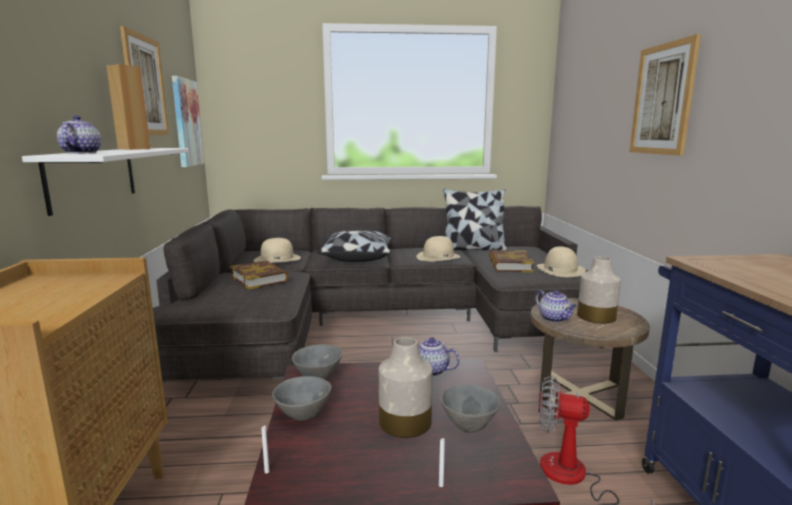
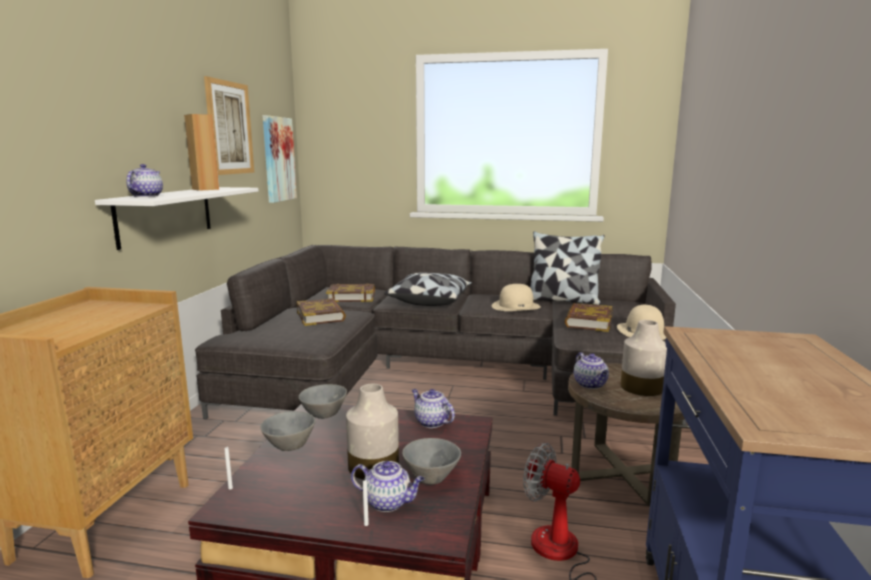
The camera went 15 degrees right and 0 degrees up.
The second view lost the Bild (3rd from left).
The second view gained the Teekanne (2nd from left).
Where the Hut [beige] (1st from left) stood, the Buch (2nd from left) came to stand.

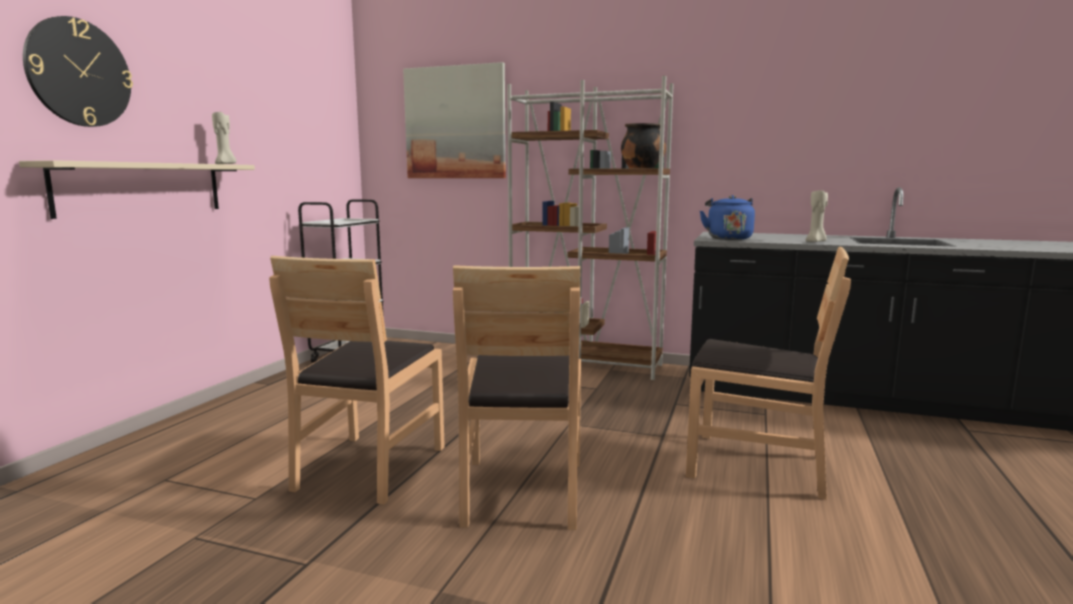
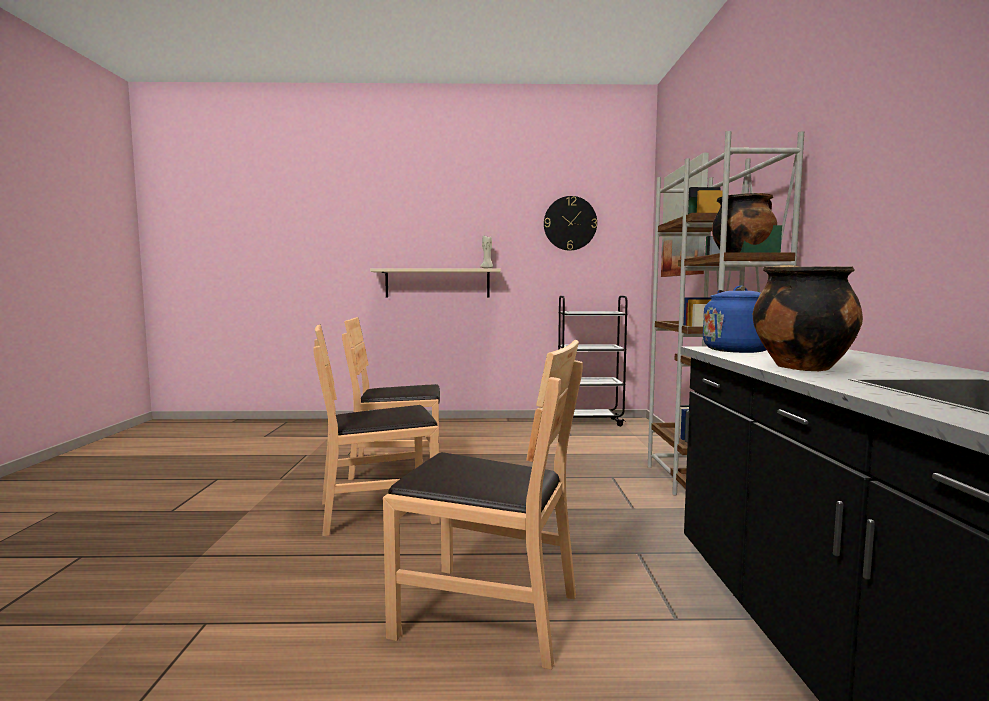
The camera went 70 degrees right and 5 degrees down.
The Wanduhr ended up elsewhere.
Where the Kerze [beige] (2nd from left) stood, the Kochtopf (2nd from left) came to stand.
The Stuhl [braun] (3rd from left) ended up facing another way, 75 degrees counterclockwise from before.

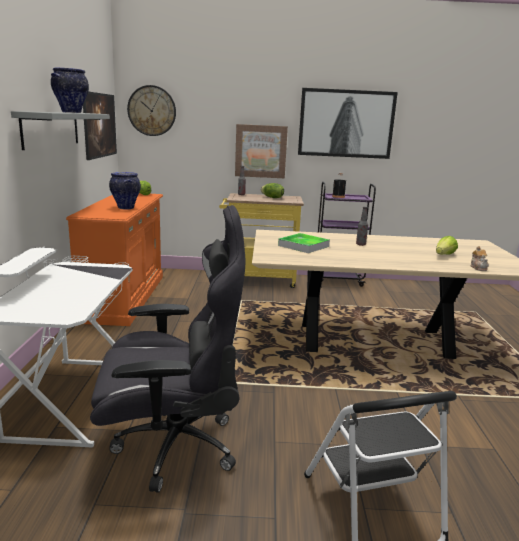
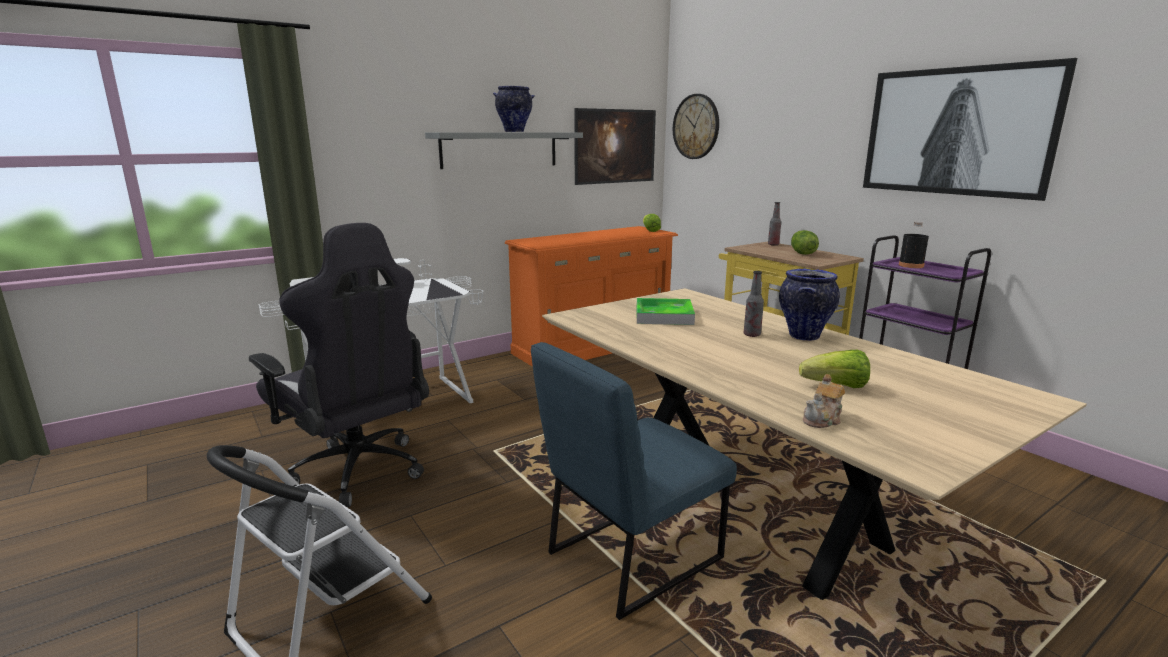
The camera went 55 degrees right and 0 degrees up.
The second view lost the Bild (2nd from left).
The second view gained the Stuhl [blau].
The Vase (2nd from left) ended up elsewhere.

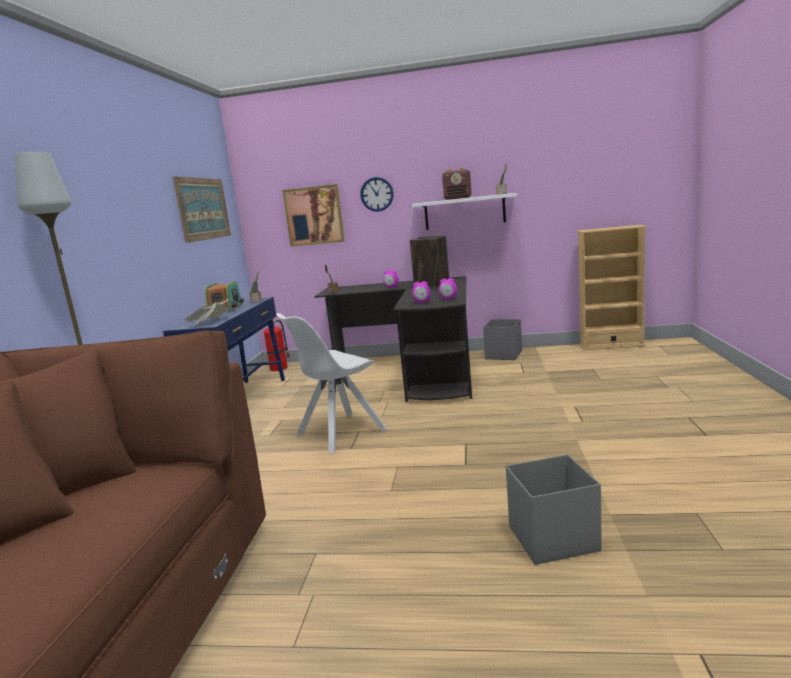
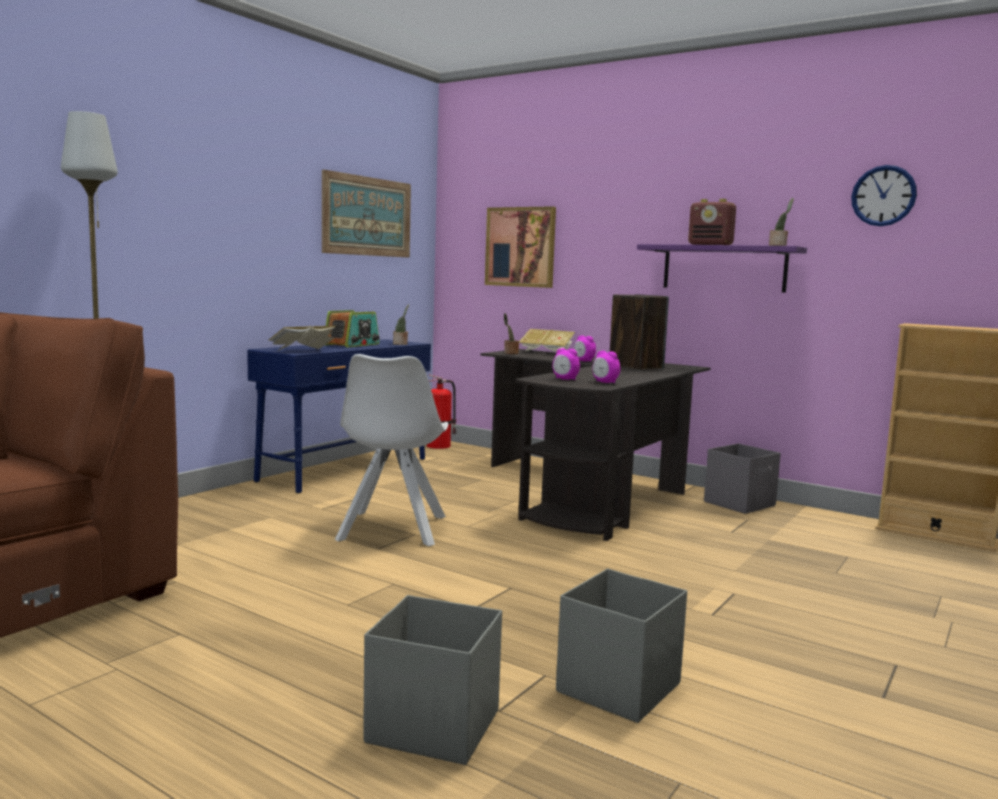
The camera went 25 degrees right and 5 degrees down.
The second view gained the Buch (2nd from left).
The second view gained the Aufbewahrungsbox [grau] (2nd from left).
The Wanduhr ended up elsewhere.
What was the Wandregal [weiß] turned into the Wandregal [lila].
The Stuhl [weiß] ended up facing another way, 75 degrees counterclockwise from before.

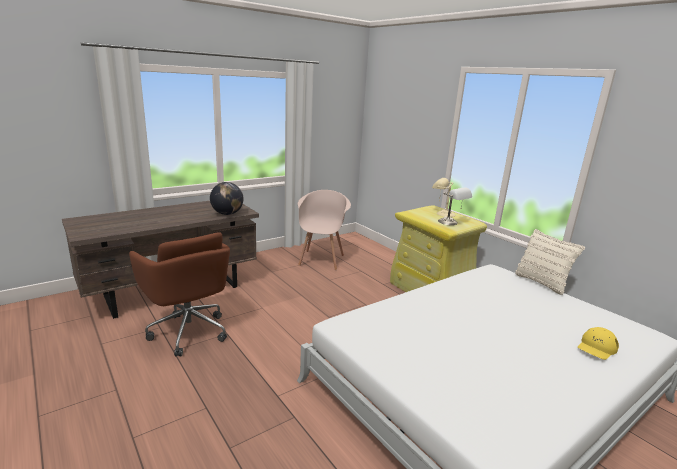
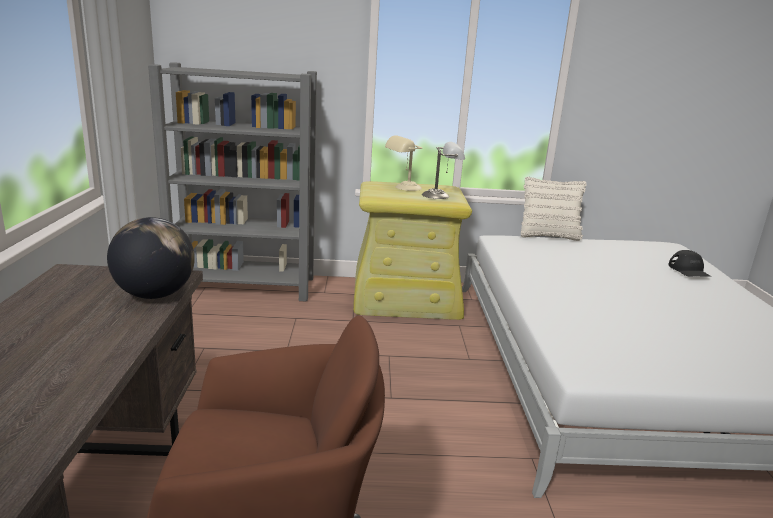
The camera went 55 degrees left and 0 degrees up.
The second view lost the Stuhl [beige].
The second view gained the Bücherregal [grau].
What was the Kappe [gelb] turned into the Kappe [schwarz].

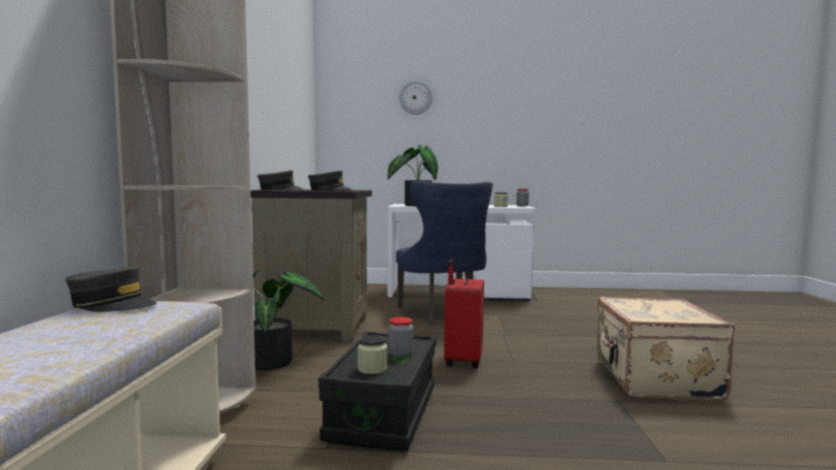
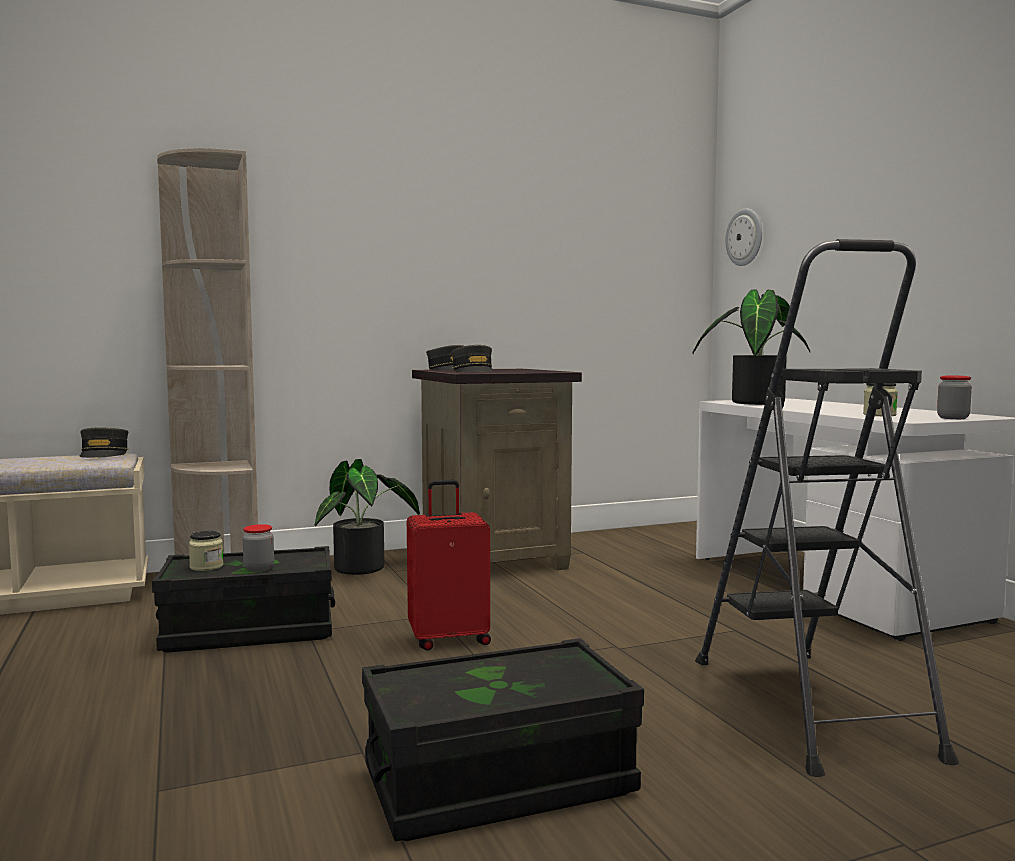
The camera went 65 degrees right and 0 degrees up.
The second view lost the Stuhl [blau].
The second view gained the Trittleiter.
The Wanduhr ended up elsewhere.
Where the Koffer [beige] stood, the Aufbewahrungsbox [schwarz] (2nd from left) came to stand.

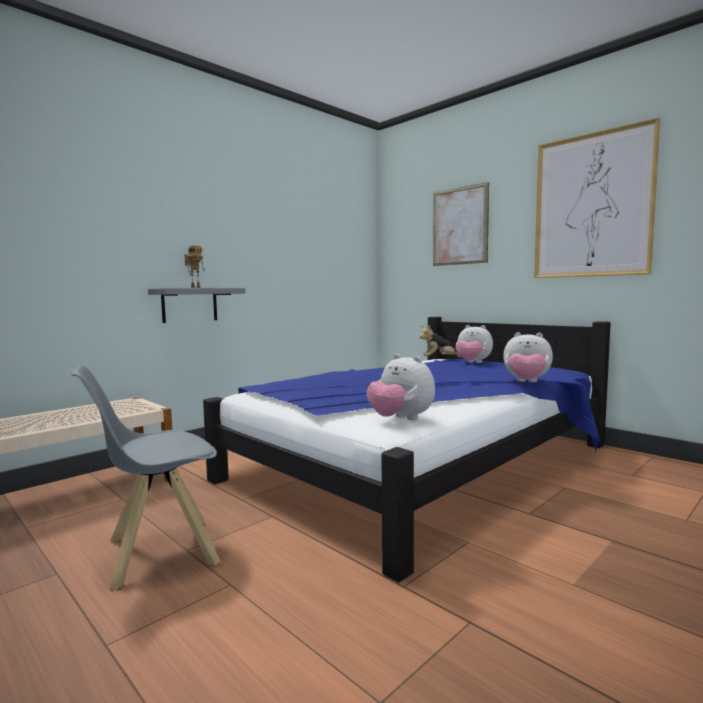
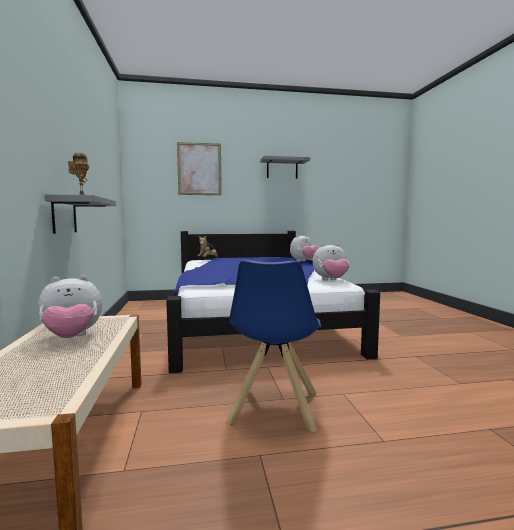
The camera went 55 degrees left and 0 degrees up.
The Plüschtier (3rd from left in the first image) ended up elsewhere.
Where the Bild (2nd from left) hung, the Wandregal [grau] (2nd from left) came to hang.
What was the Stuhl [grau] turned into the Stuhl [blau].

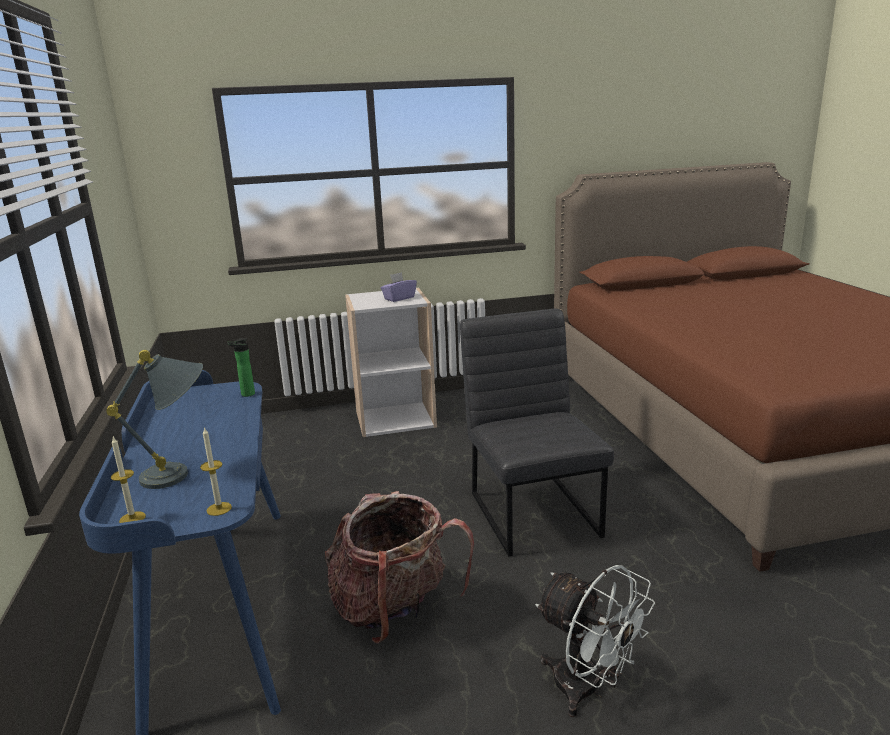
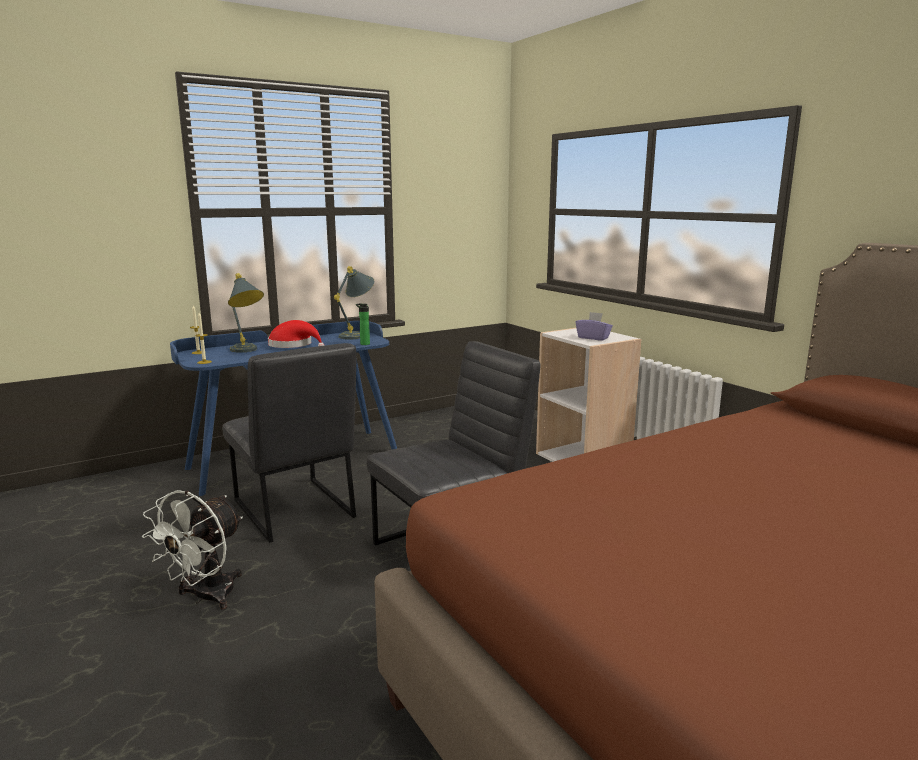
The camera went 70 degrees right and 5 degrees down.
The second view gained the Hut [rot].
The second view gained the Tischlampe [grau] (2nd from left).
Where the Rucksack stood, the Stuhl [grau] (1st from left) came to stand.

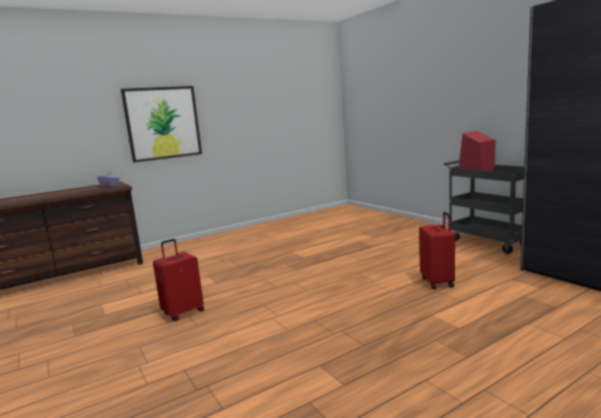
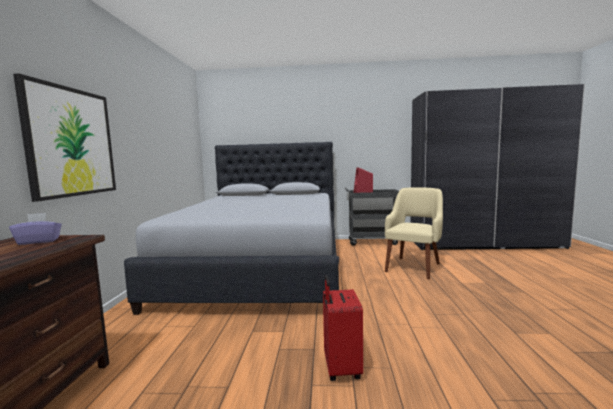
The camera went 55 degrees left and 5 degrees down.
The second view gained the Bett [grau].
Where the Koffer [rot] (2nd from left) stood, the Sessel [beige] came to stand.

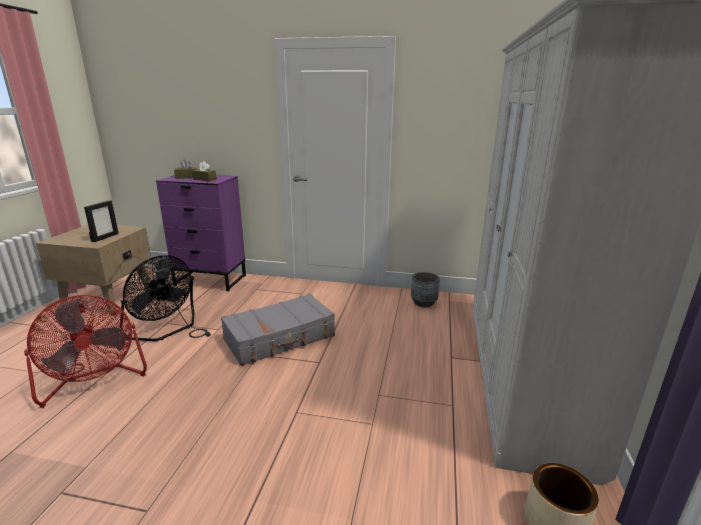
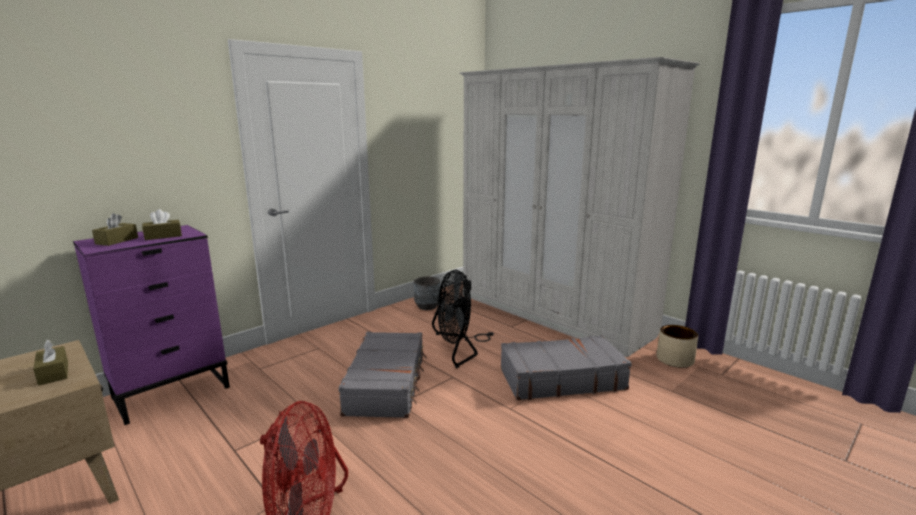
The camera went 55 degrees left and 5 degrees down.
The second view gained the Koffer [grau] (2nd from left).
The Ventilator [schwarz] ended up elsewhere.
Where the Bilderrahmen stood, the Taschentuchbox [braun] (1st from left) came to stand.

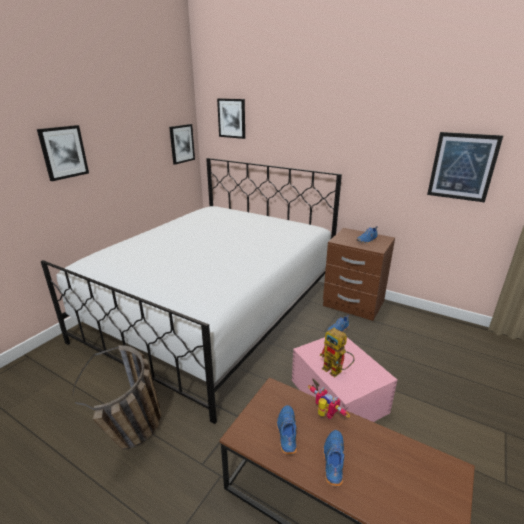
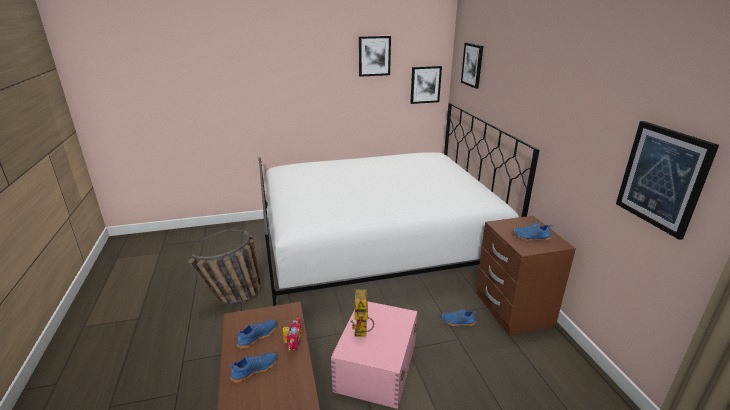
The camera went 45 degrees right and 0 degrees up.
The Bild (1st from left) ended up elsewhere.

